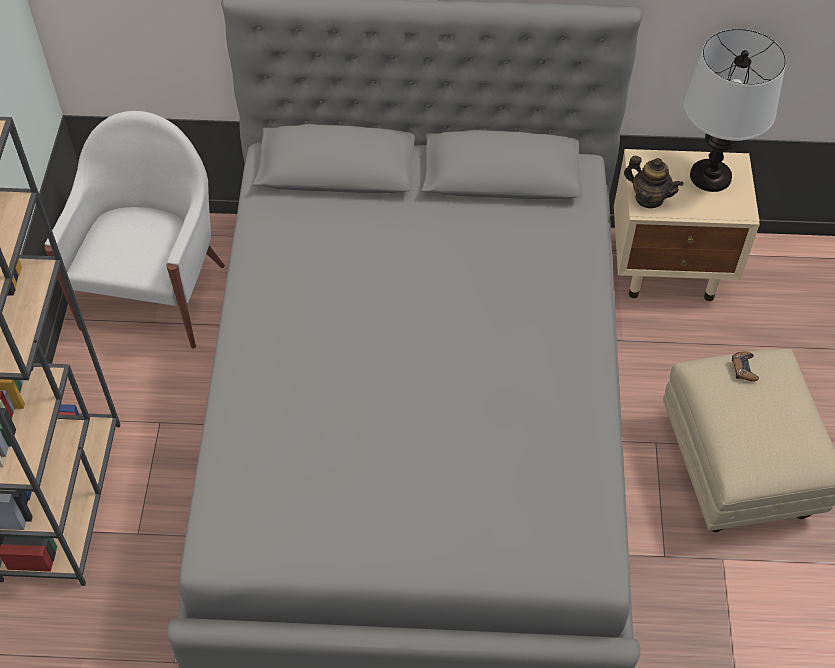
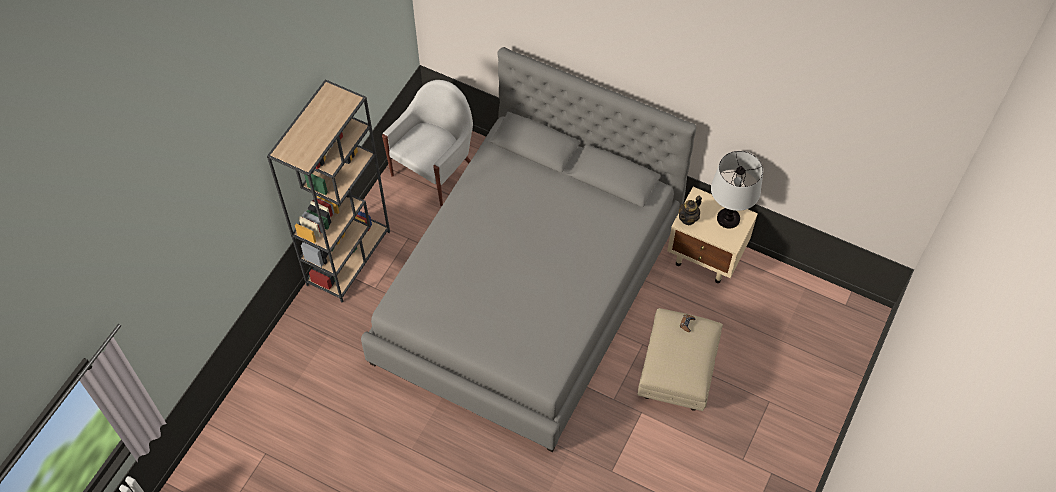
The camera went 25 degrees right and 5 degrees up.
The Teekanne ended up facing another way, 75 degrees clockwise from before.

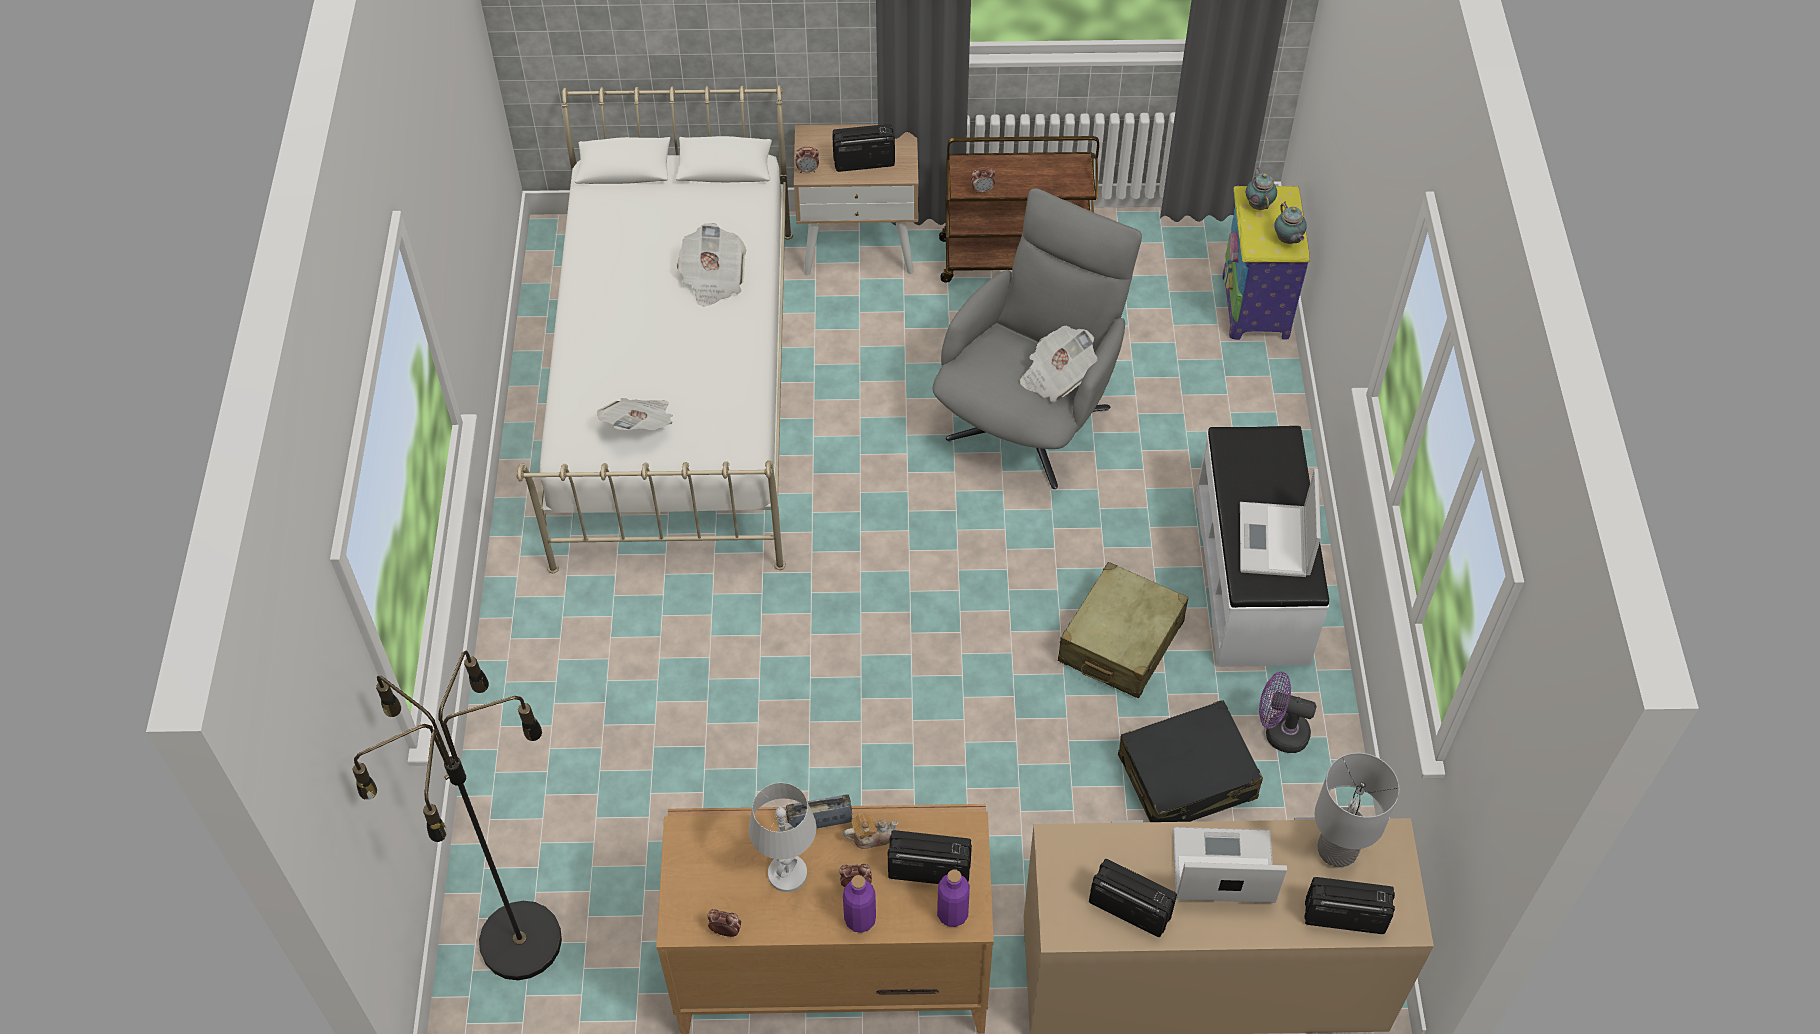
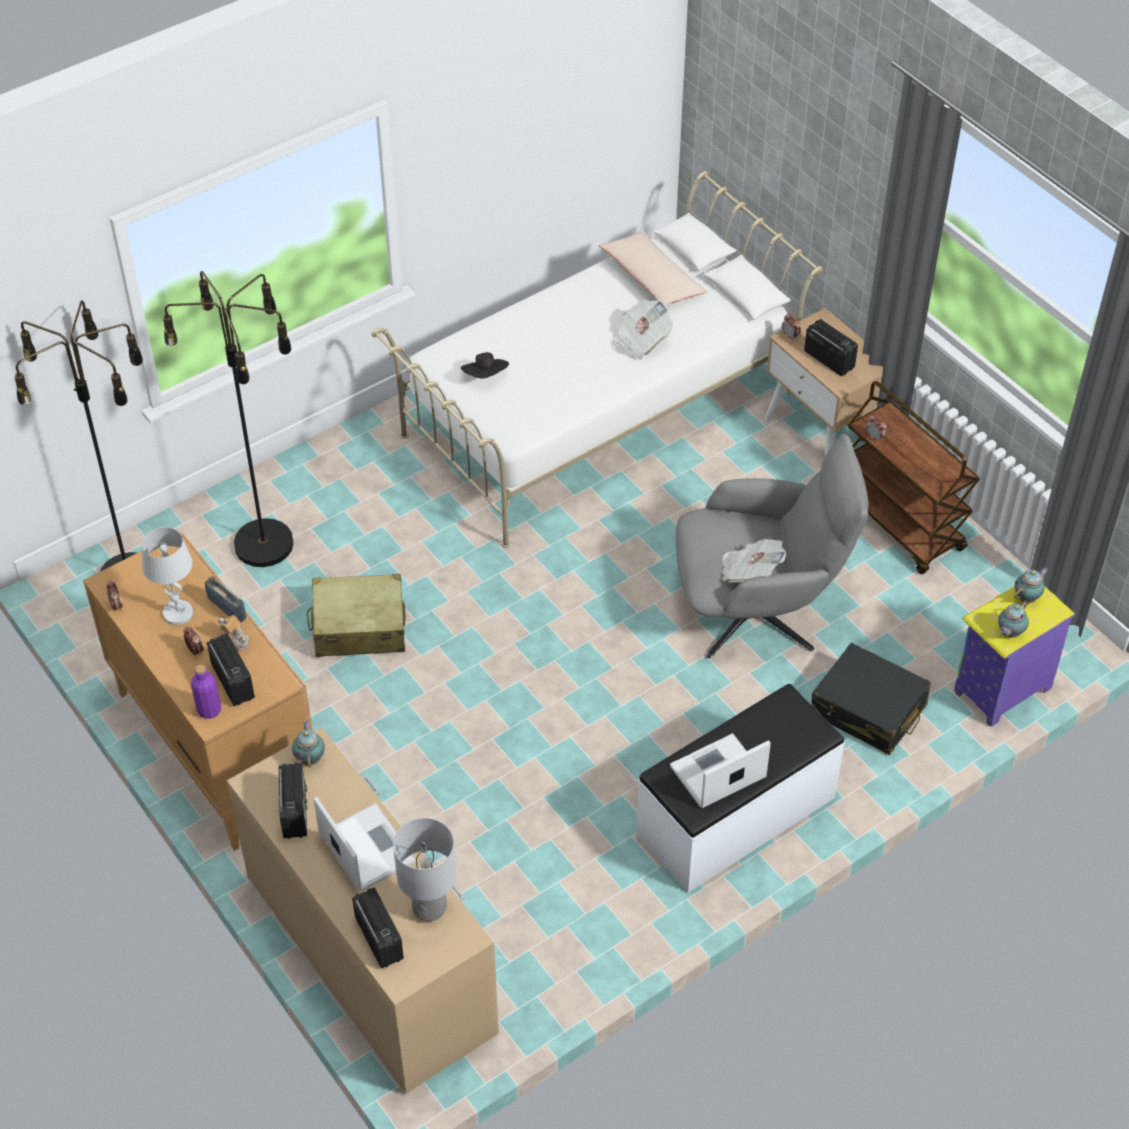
The camera went 55 degrees right and 5 degrees down.
The second view lost the Flasche [lila] (1st from left).
The second view lost the Ventilator [lila].
The second view gained the Stehlampe (2nd from left).
The second view gained the Teekanne (2nd from left).
The second view gained the Kissen [beige].
The Koffer [beige] ended up elsewhere.
The Koffer [schwarz] ended up elsewhere.
Where the Zeitung (1st from left) stood, the Hut [schwarz] came to stand.

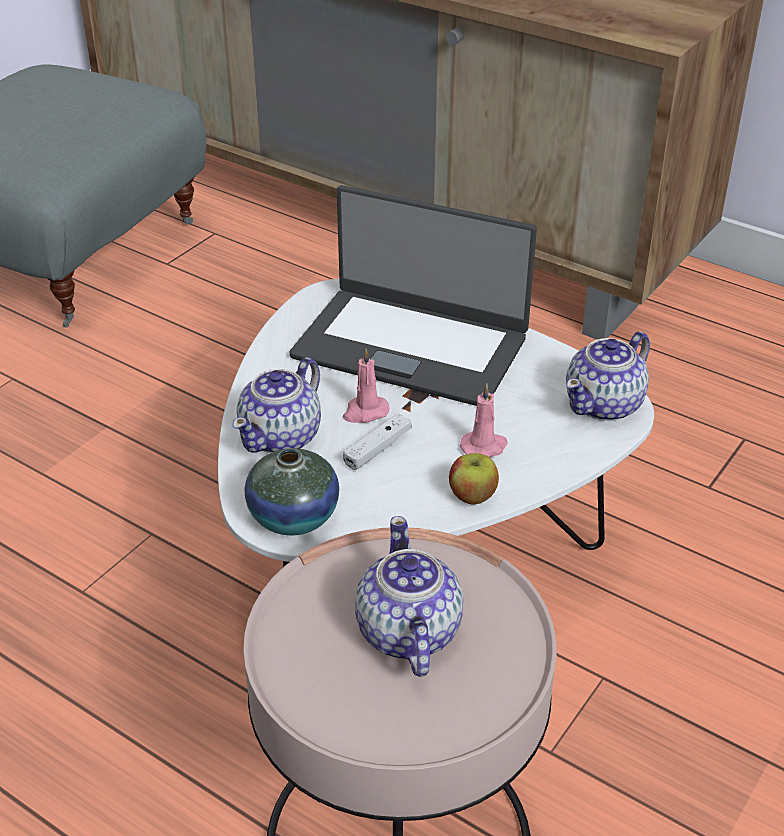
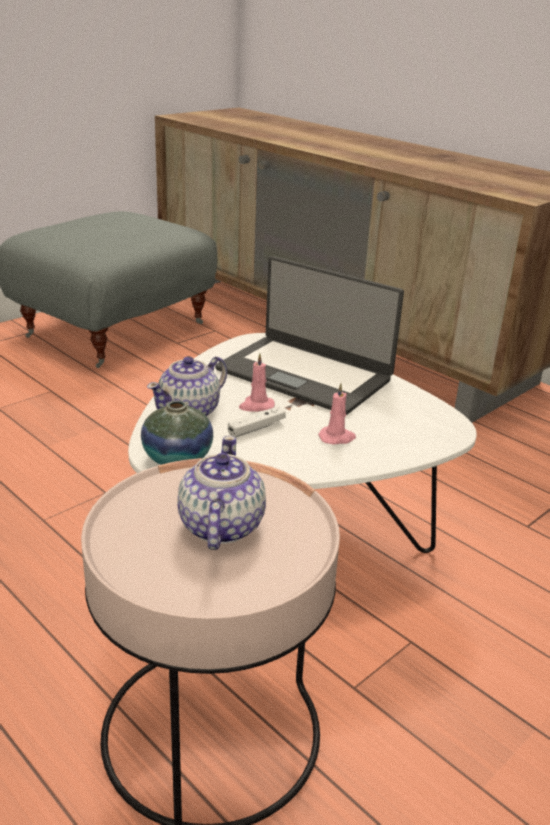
The camera went 10 degrees right and 10 degrees down.
The second view lost the Apfel.
The second view lost the Teekanne (3rd from left).

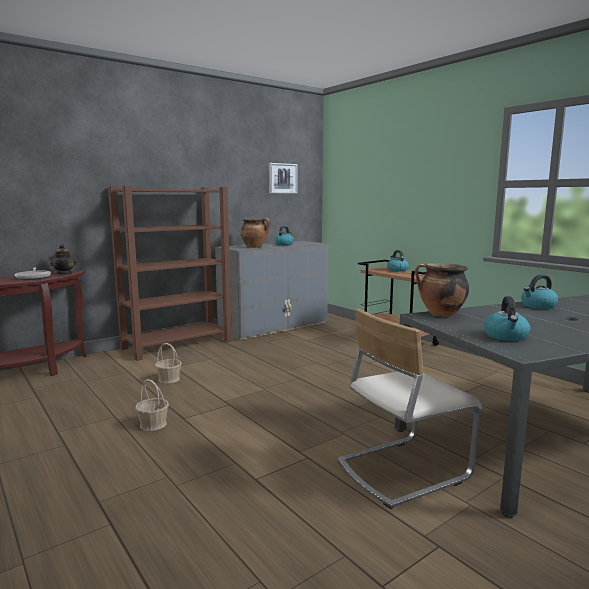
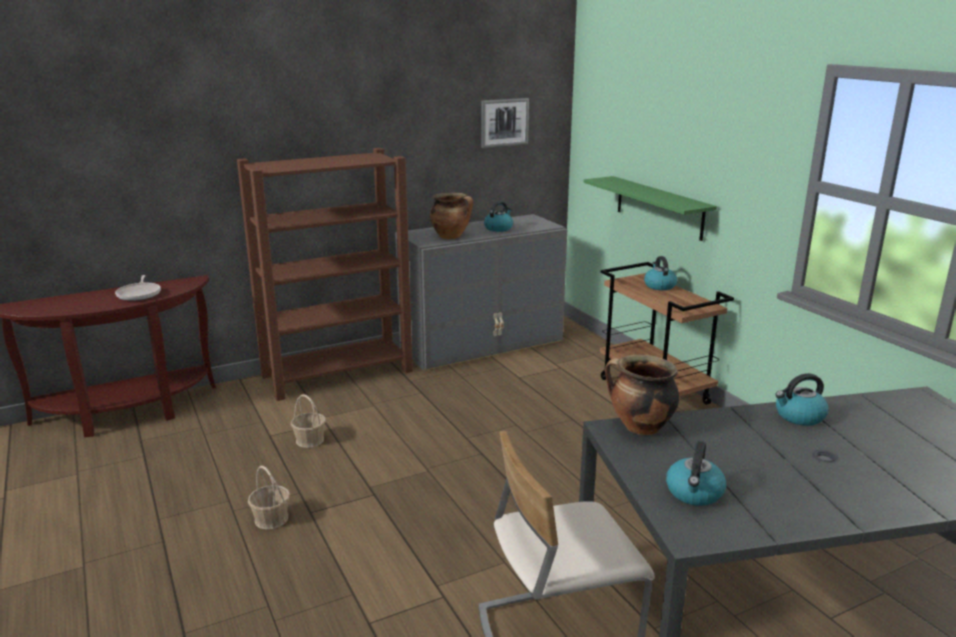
The camera went 10 degrees right and 10 degrees up.
The second view lost the Teekanne.
The second view gained the Wandregal [grün].

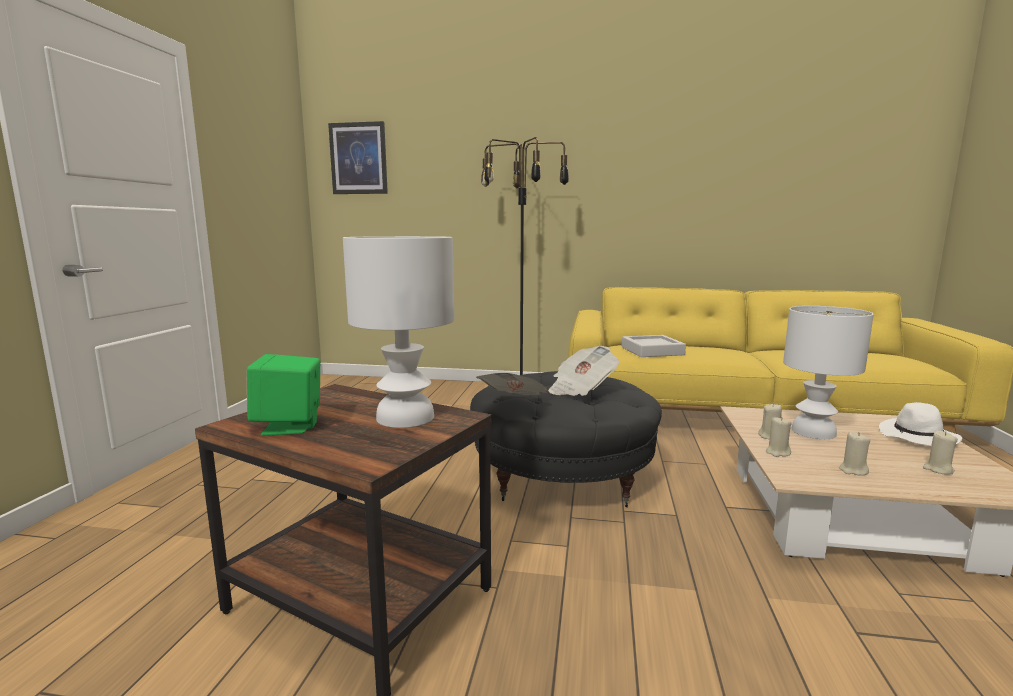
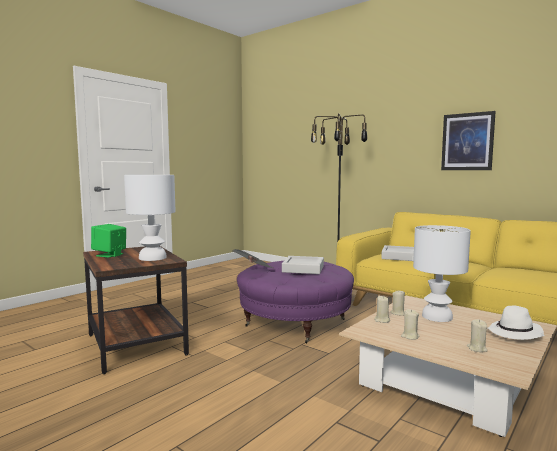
The camera went 30 degrees right and 5 degrees down.
The Bild ended up elsewhere.
Where the Zeitung (2nd from left) stood, the Tablett [grau] (1st from left) came to stand.
What was the Polsterhocker [schwarz] turned into the Polsterhocker [lila].

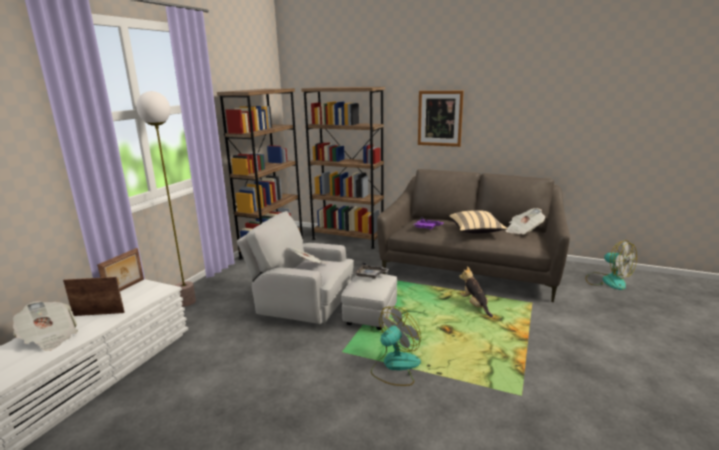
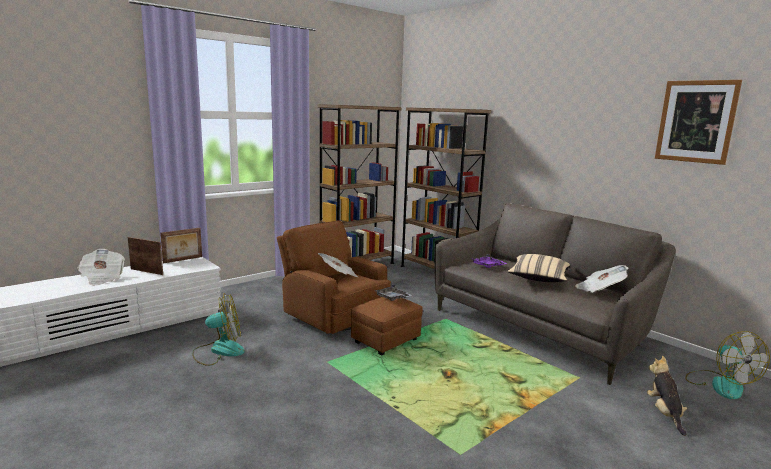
The camera went 25 degrees right and 5 degrees down.
The second view lost the Stehlampe.
The Ventilator (1st from left) ended up elsewhere.
The Bild ended up elsewhere.
The Plüschtier ended up elsewhere.
What was the Sessel [weiß] turned into the Sessel [braun].

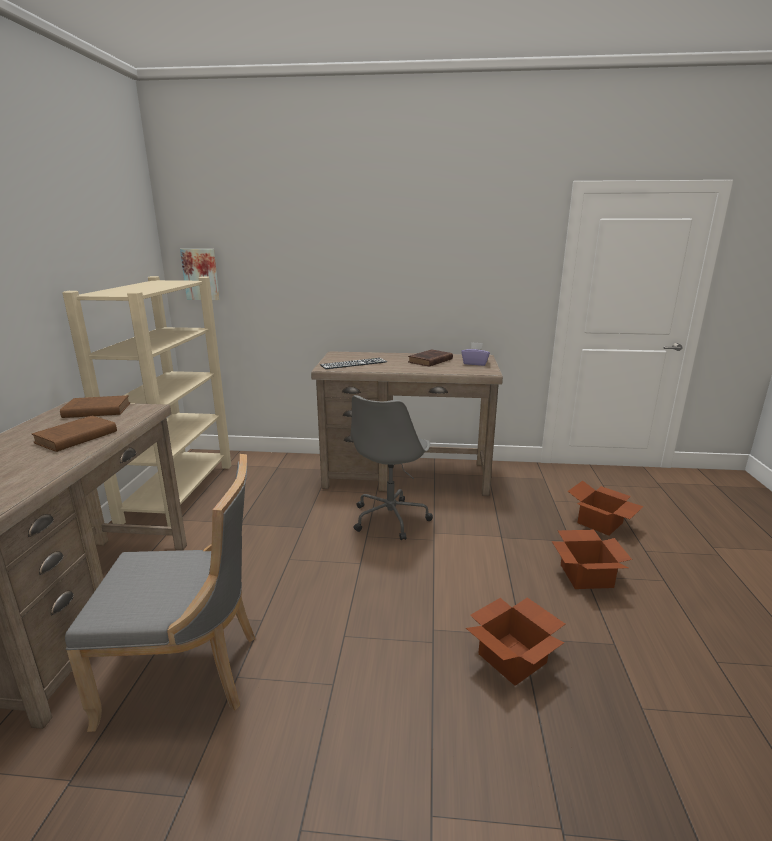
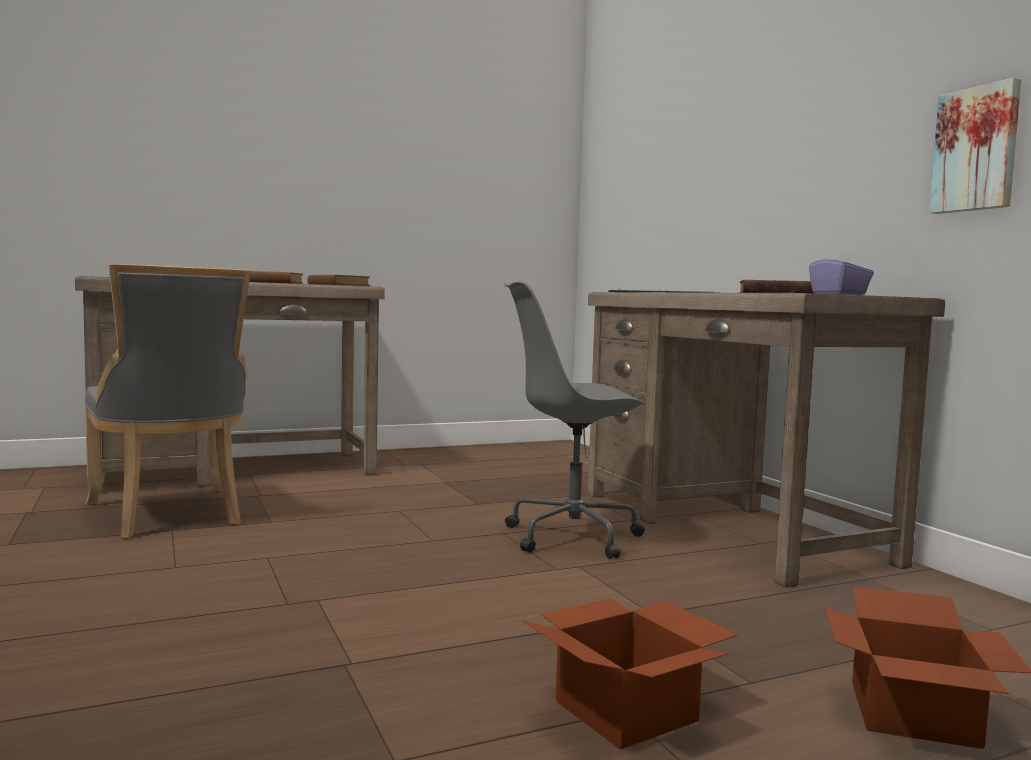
The camera went 60 degrees right and 15 degrees down.
The second view lost the Bücherregal [beige].
The second view lost the Karton (1st from left).
The Bild ended up elsewhere.

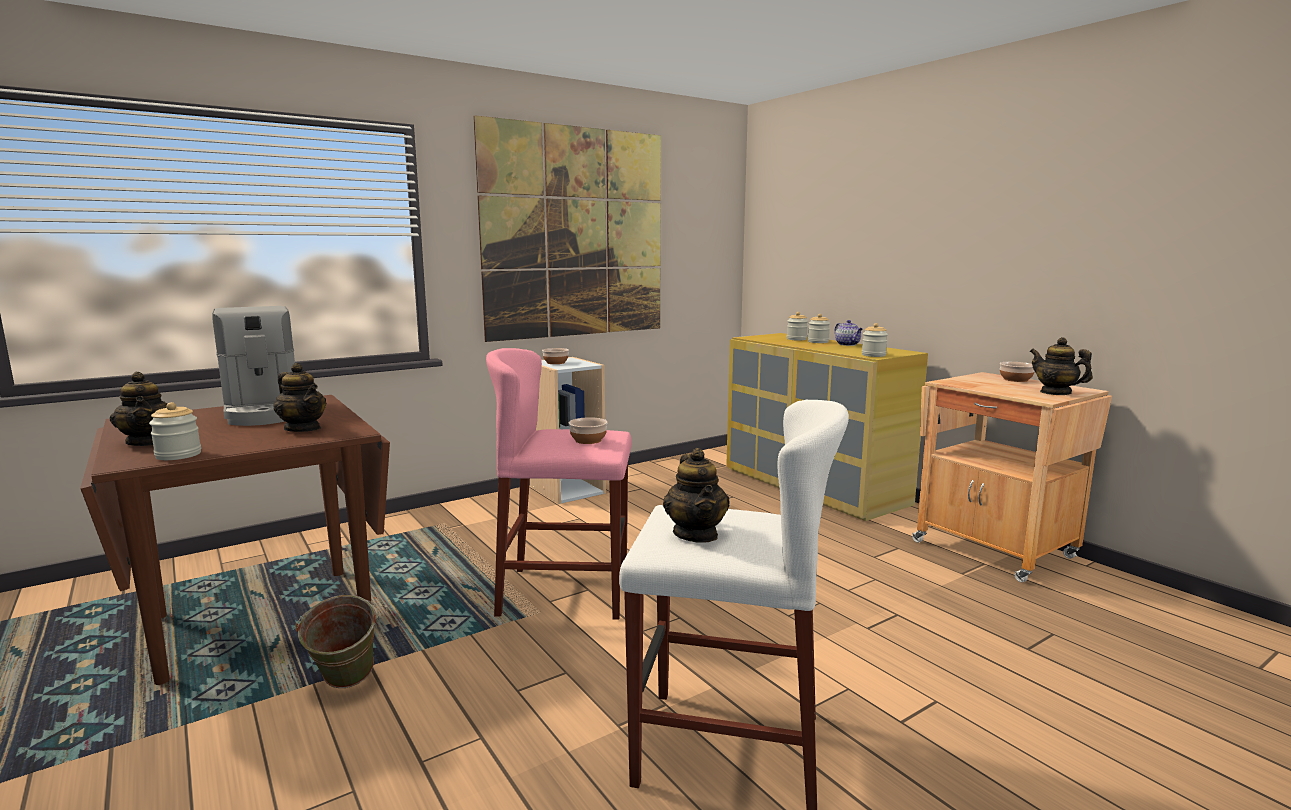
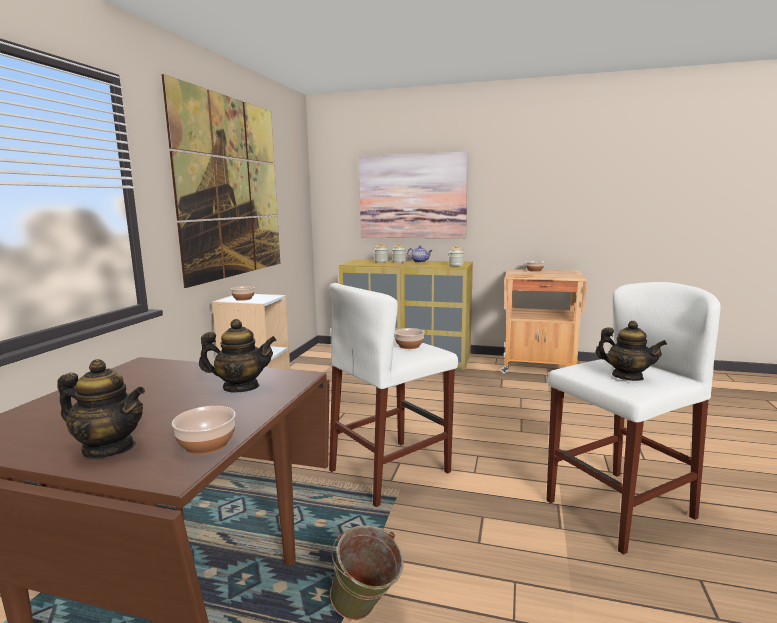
The camera went 40 degrees left and 0 degrees up.
The second view lost the Kaffeemaschine.
The second view lost the Teekanne (5th from left).
The second view gained the Bild (2nd from left).
Where the Vorratsglas (1st from left) stood, the Schüssel (1st from left) came to stand.
What was the Hocker [rosa] turned into the Hocker [weiß] (1st from left).

